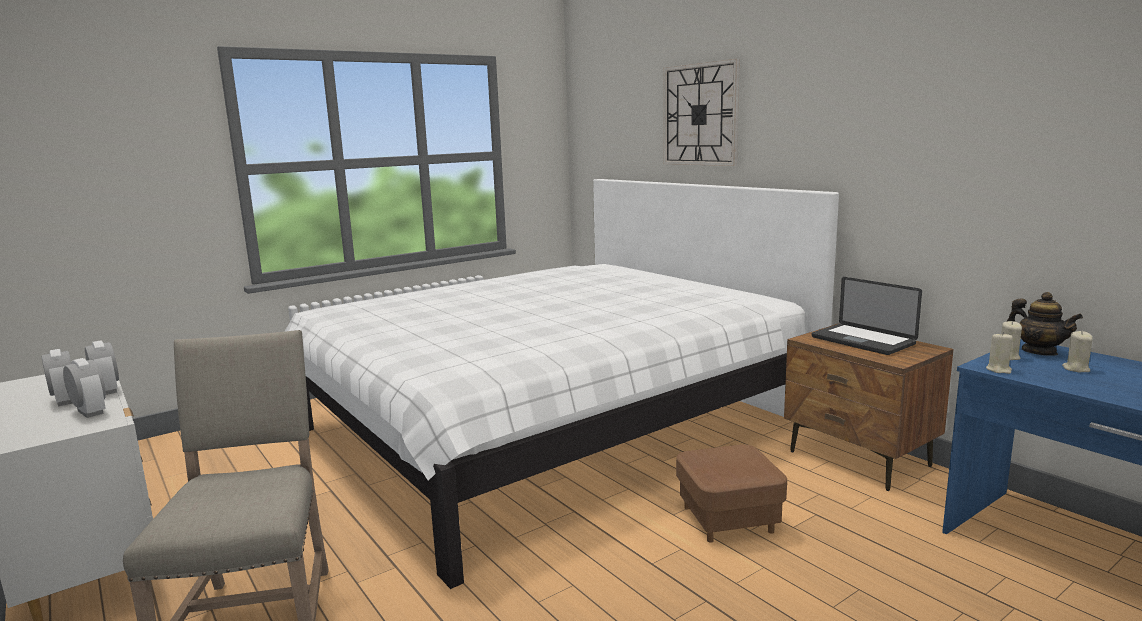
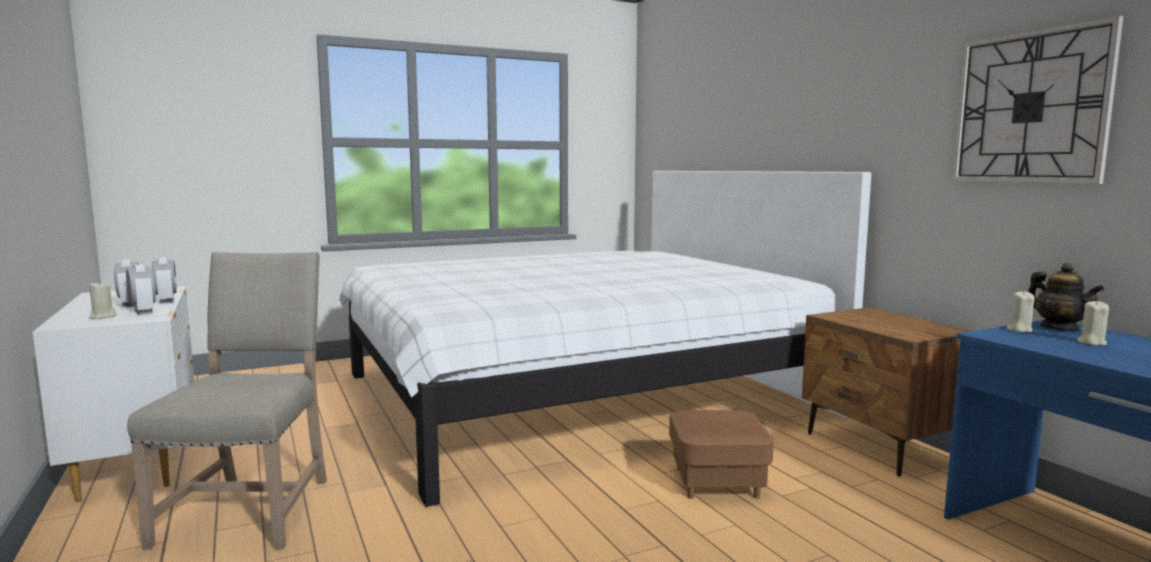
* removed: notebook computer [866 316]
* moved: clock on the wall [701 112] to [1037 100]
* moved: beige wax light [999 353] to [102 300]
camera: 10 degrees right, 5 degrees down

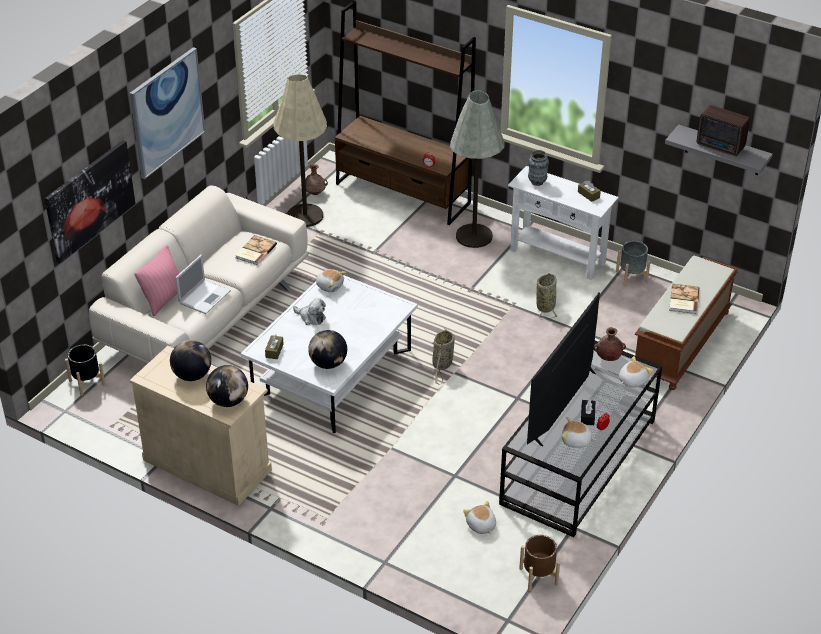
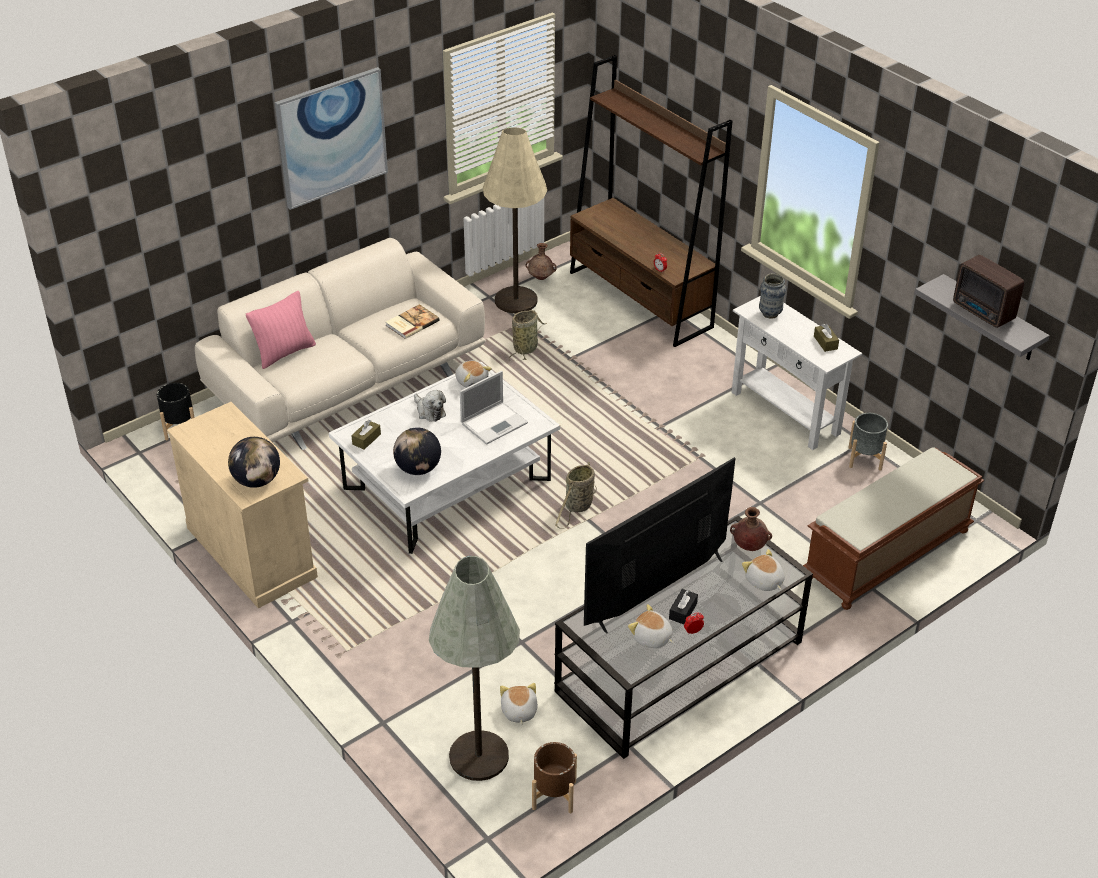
* removed: picture [90 201]
* removed: globe [190 360]
* removed: volume [684 299]
* moved: notebook computer [203 284] to [494 408]
* moved: grey standing lamp [477 169] to [474 668]
* moved: storage basket [546 296] to [528 335]
* turned: soft toy [636 371] = [763 570] 105 degrees counterclockwise
camera: 20 degrees right, 0 degrees up

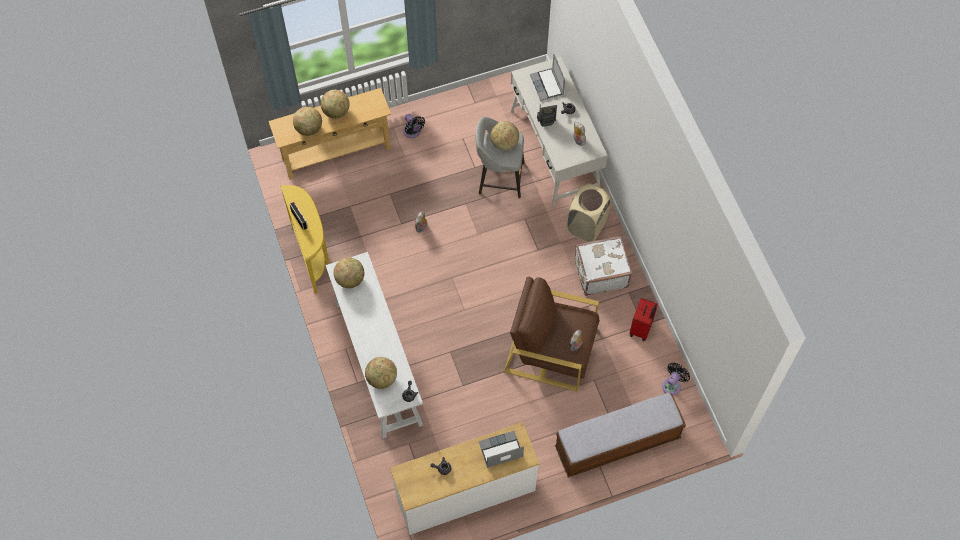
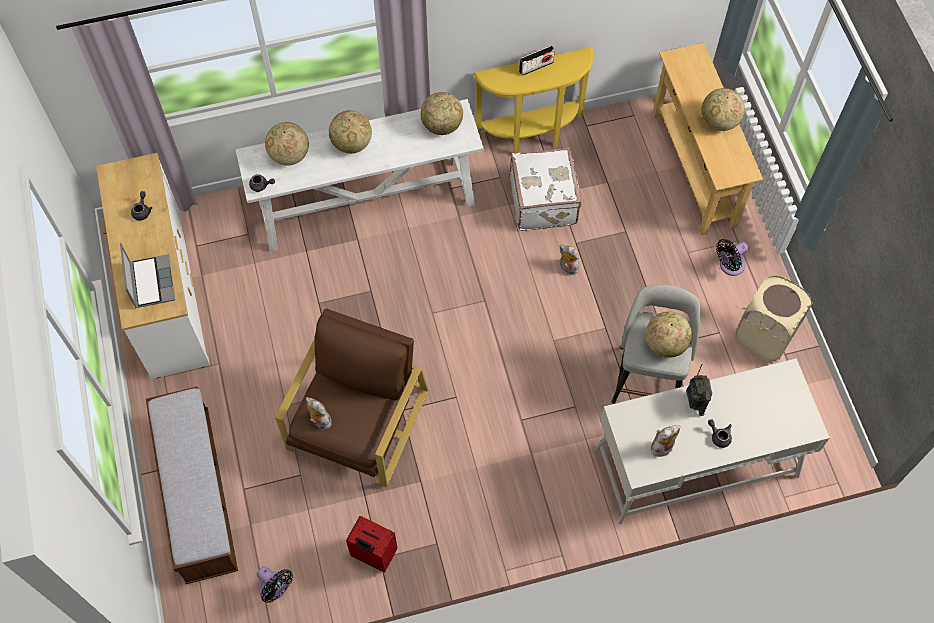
* removed: notebook computer [547 77]
* moved: globe [307 121] to [350 132]
* moved: beige laundry basket [588 212] to [774 318]
* moved: white-coloured travel case [603 266] to [546 189]
camera: 95 degrees right, 0 degrees up

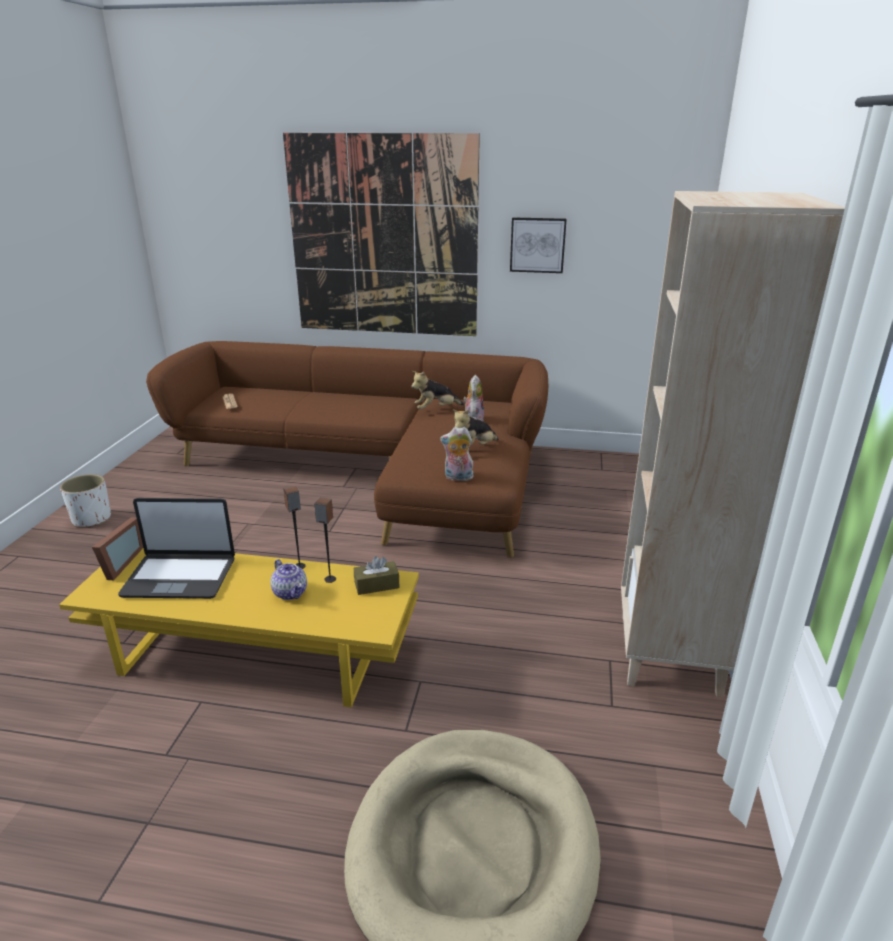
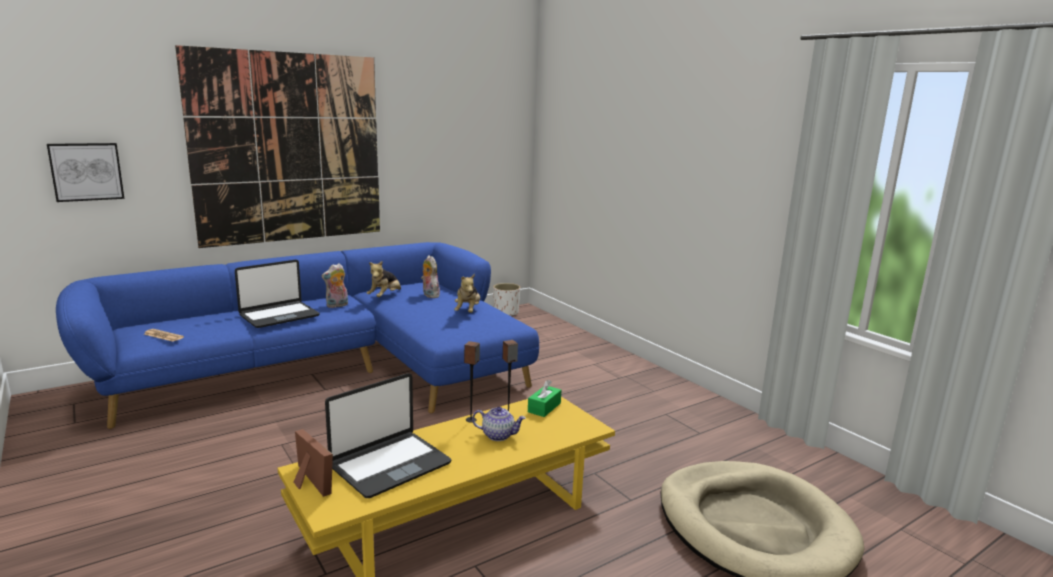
* removed: beige bookcase [733 444]
* added: notebook computer [277 294]
* moved: white-coloured flower pot [85 500] to [506 299]
* moved: soft toy [456 454] to [334 285]
* moved: picture [538 245] to [86 172]
* recoloured: brown couch [347 449] to bluish couch [297 335]
* recoloured: brown box of tissues [377 575] to green box of tissues [545 398]
camera: 45 degrees left, 10 degrees down

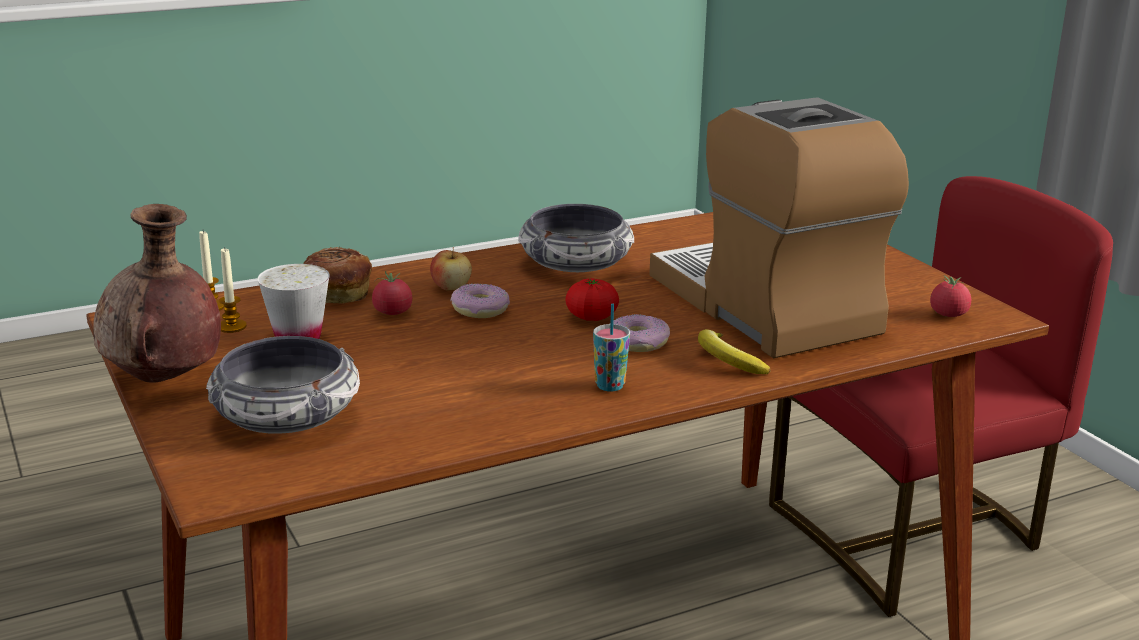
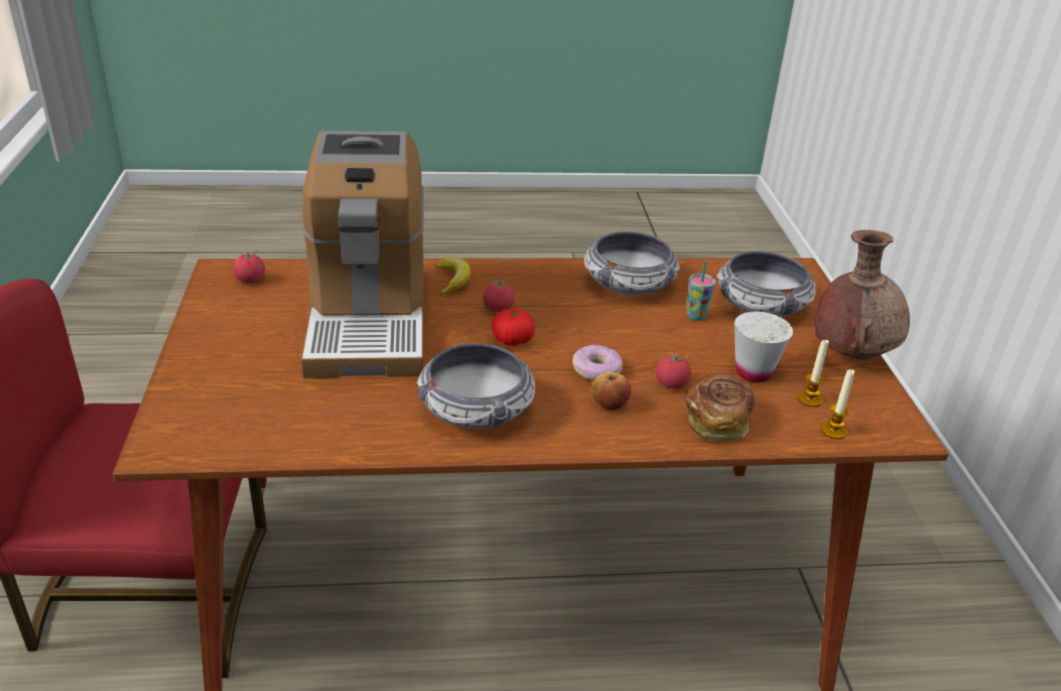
* added: bowl [632 263]
* moved: cup [611 347] to [701 291]
* replaced: ring doughnut [640 333] to tomato [499 295]
camera: 160 degrees left, 10 degrees up

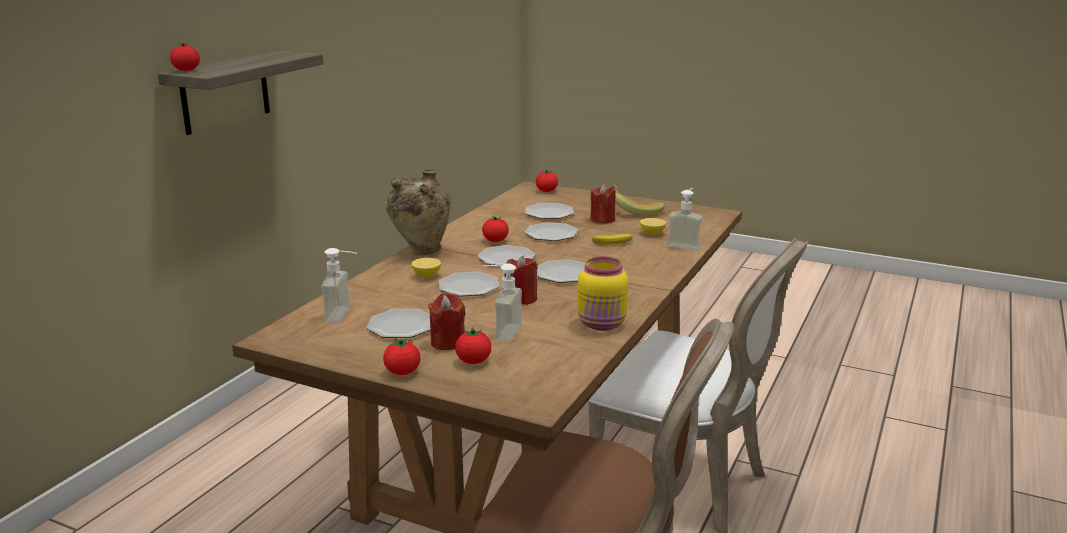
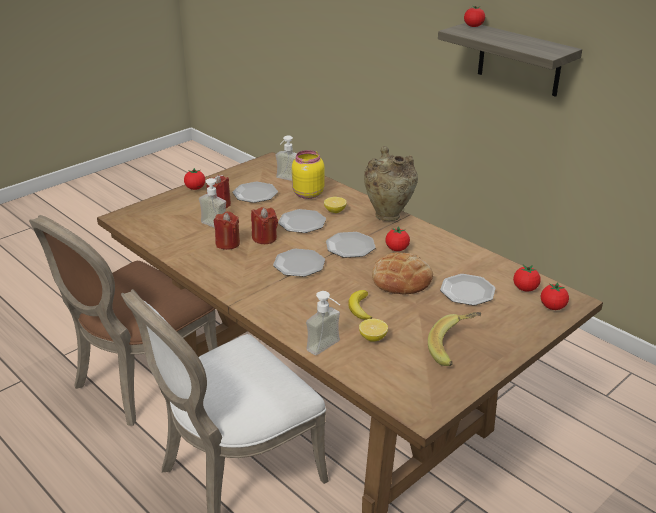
* moved: tomato [473 345] to [527 278]
* moved: yellow-coloured preserve jar [602 294] to [308 174]
* moved: red-coloured wax light [602 203] to [227 230]
* replaced: dinner plate [551 231] to bread [402 273]
camera: 110 degrees right, 10 degrees up

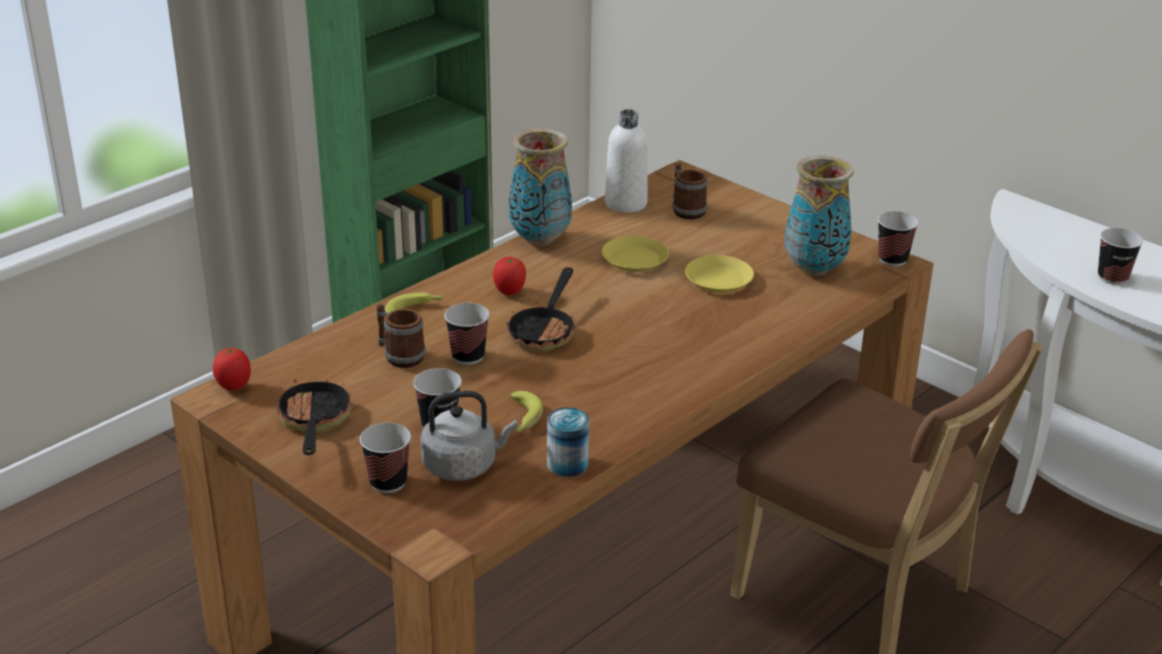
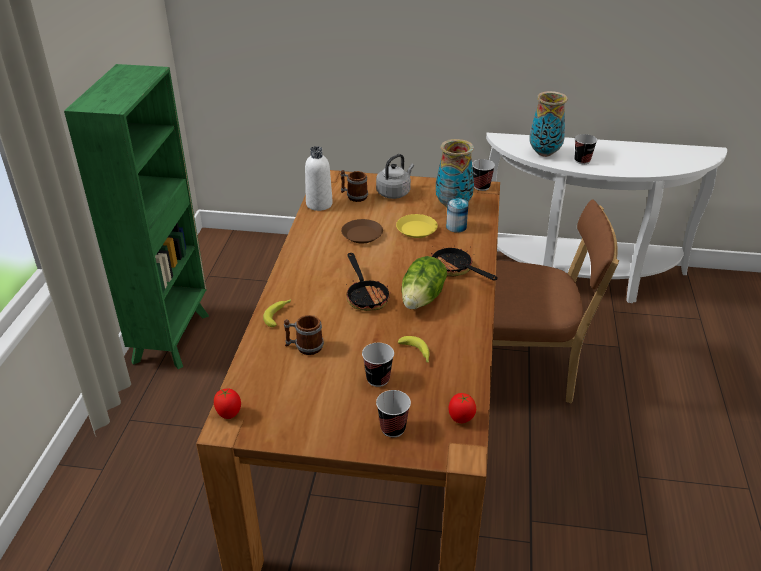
* removed: cup [467 334]
* added: head of lettuce [424 282]
* moved: frying pan [313 417] to [464 264]
* moved: grey tea kettle [469 436] to [395 176]
* moved: tomato [509 276] to [462 408]
* moved: vase [540 187] to [548 124]
* moved: can [568 442] to [457 215]
* recoloured: yellow-coloured dinner plate [635 254] to brown dinner plate [362 231]
camera: 35 degrees left, 5 degrees up

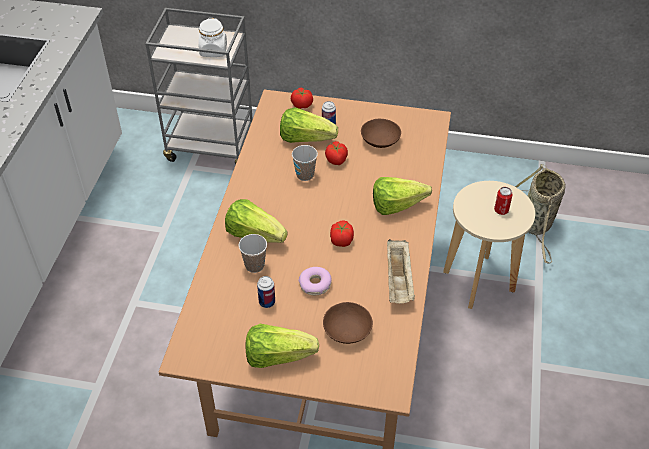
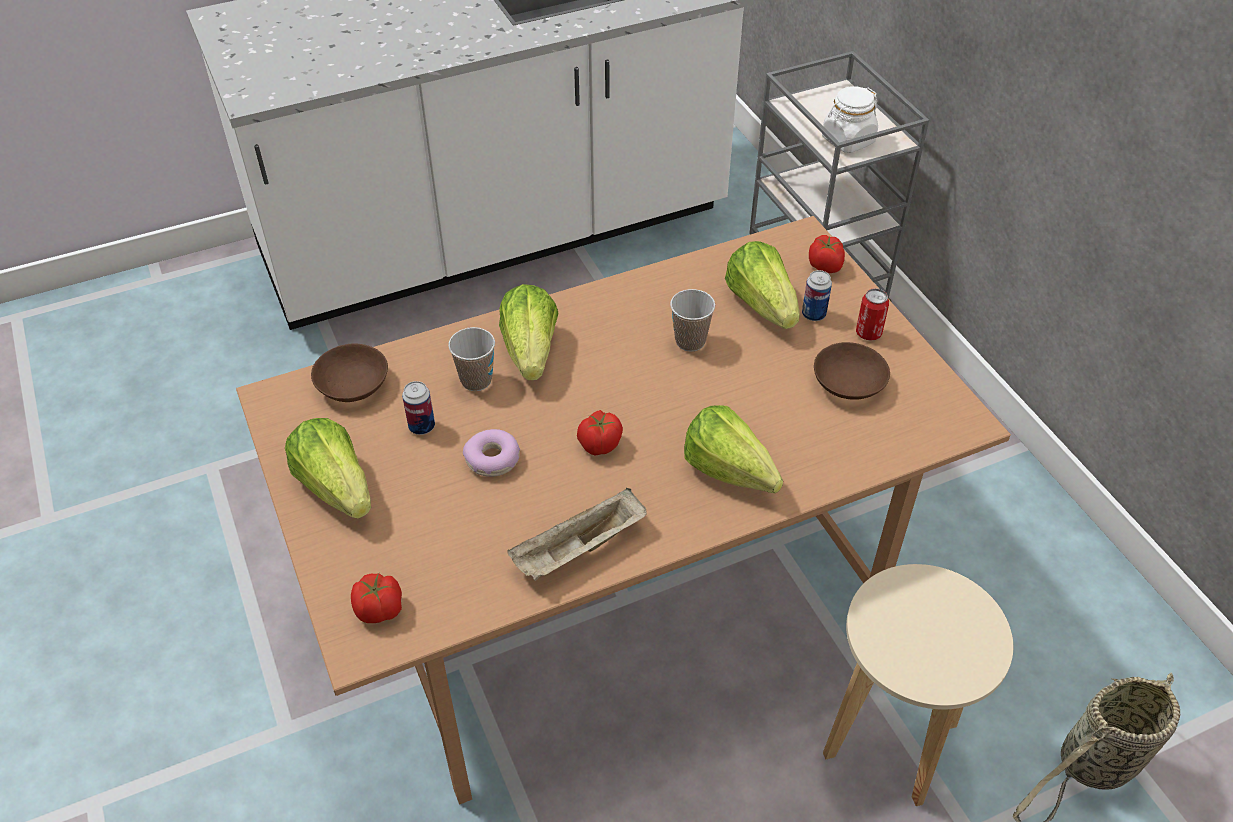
* moved: brown bowl [348 323] to [349 372]
* moved: tomato [336 153] to [376 598]
* moved: can [503 201] to [872 314]
camera: 55 degrees right, 0 degrees up

